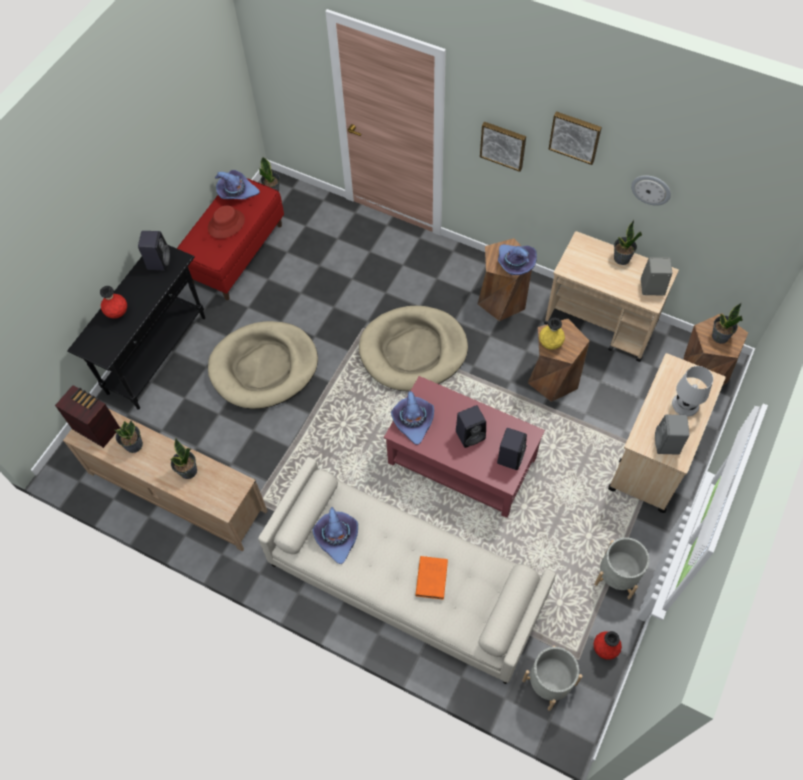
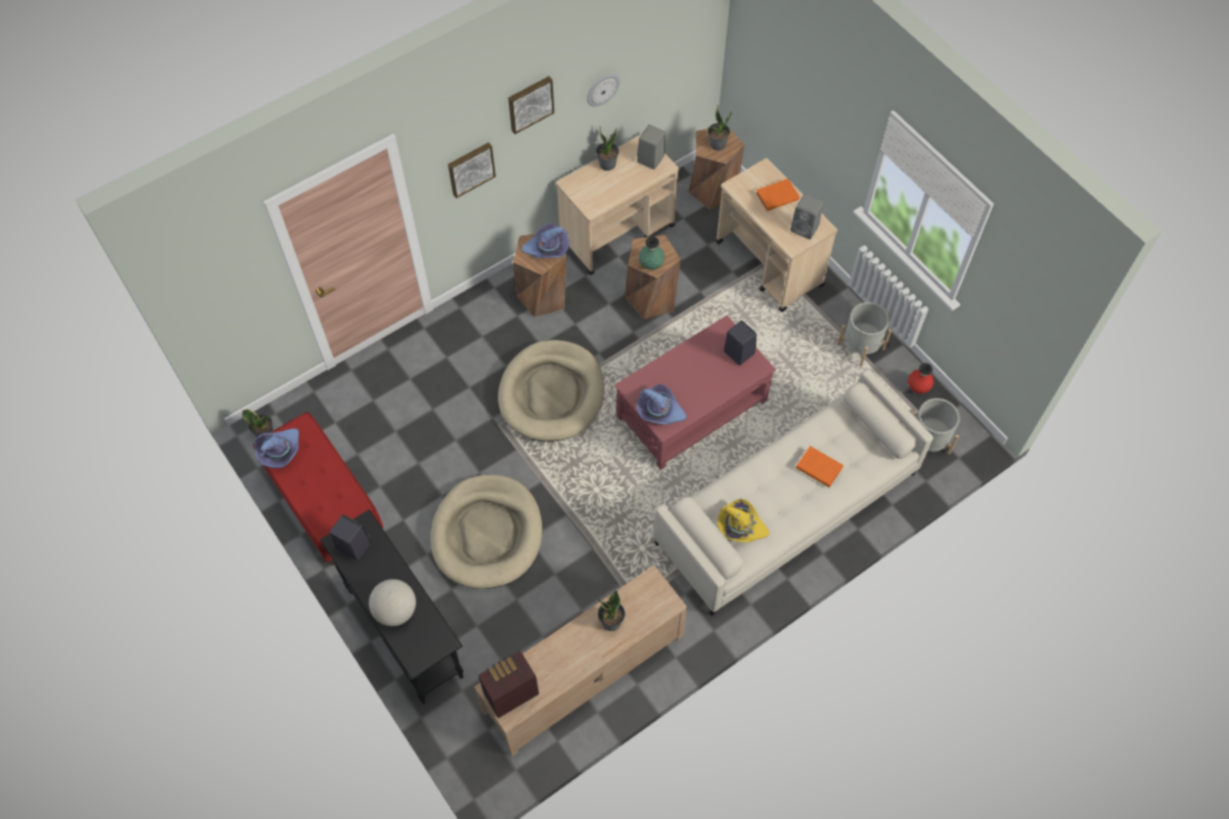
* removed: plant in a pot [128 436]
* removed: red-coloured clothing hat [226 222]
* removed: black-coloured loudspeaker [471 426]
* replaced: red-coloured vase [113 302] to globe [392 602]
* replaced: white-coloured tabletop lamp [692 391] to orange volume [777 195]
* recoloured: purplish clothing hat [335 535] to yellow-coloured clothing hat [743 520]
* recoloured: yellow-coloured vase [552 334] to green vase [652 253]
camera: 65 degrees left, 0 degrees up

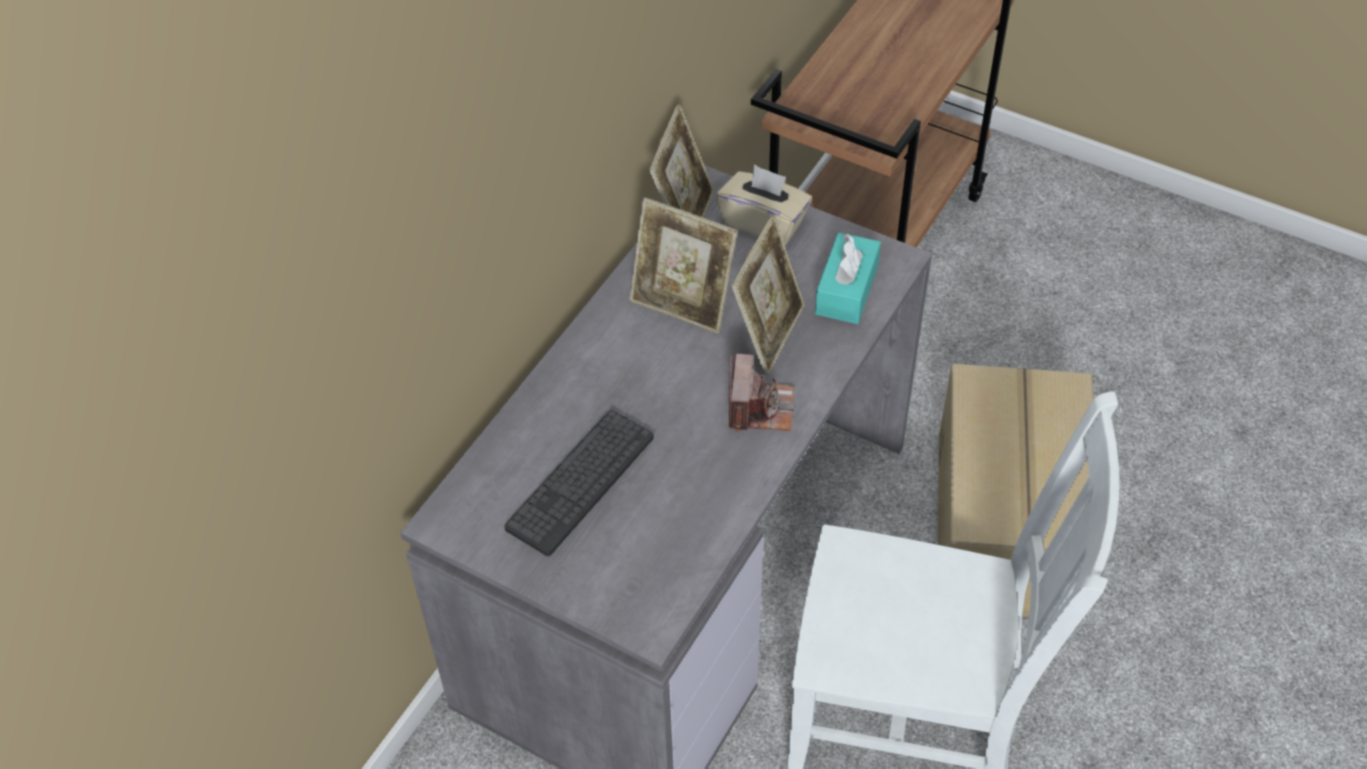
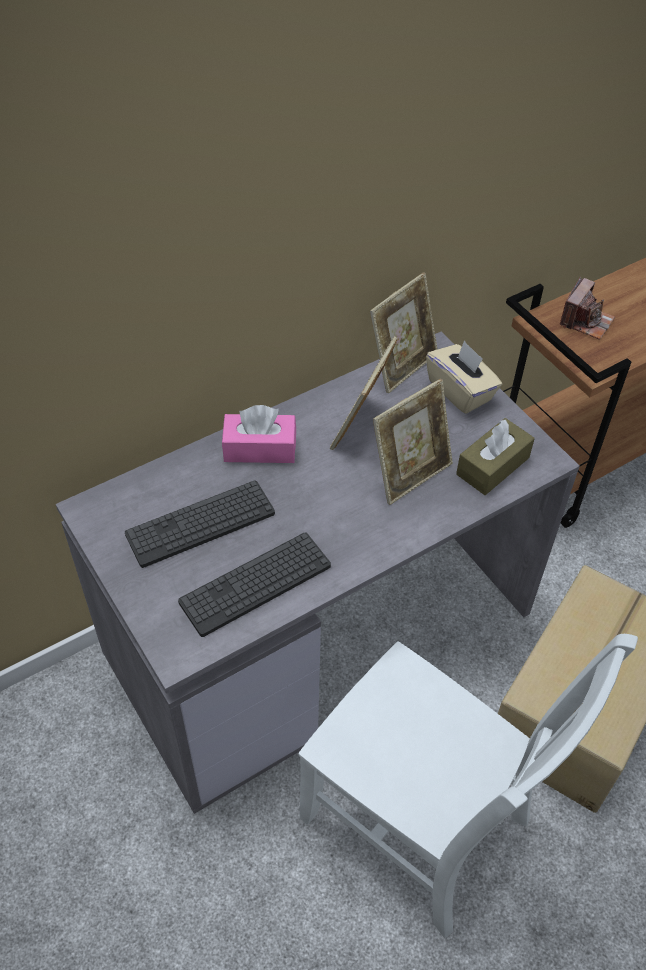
* added: computer keyboard [254 584]
* added: pinkish box of tissues [259 434]
* moved: photo camera [761 393] to [587 308]
* recoloured: turquoise-coloured box of tissues [848 278] to brown box of tissues [495 456]
* turned: standing frame [683 265] = [363 393] 60 degrees clockwise
camera: 25 degrees right, 0 degrees up

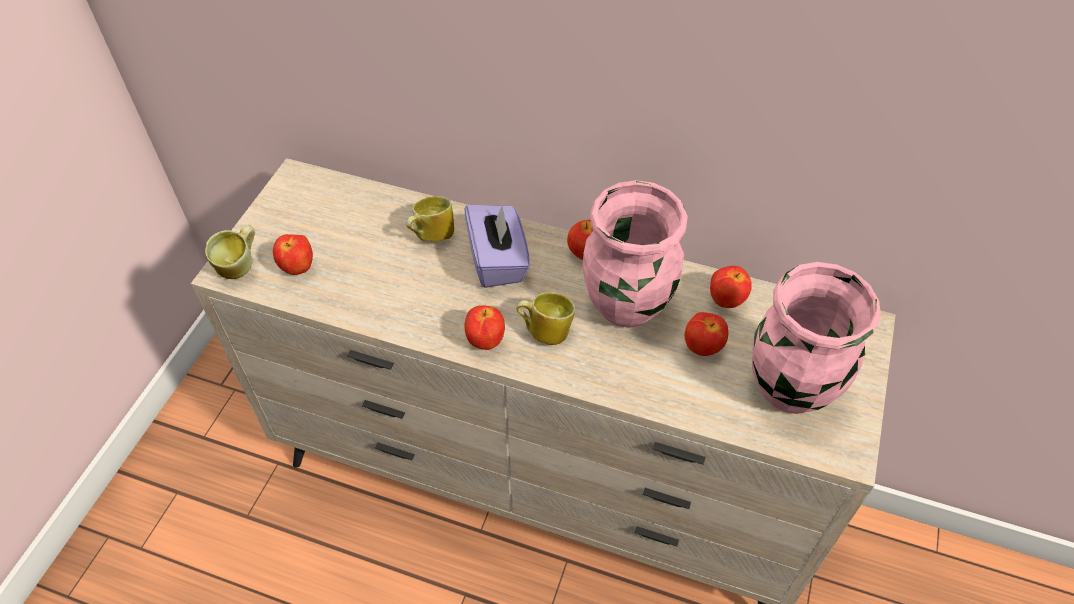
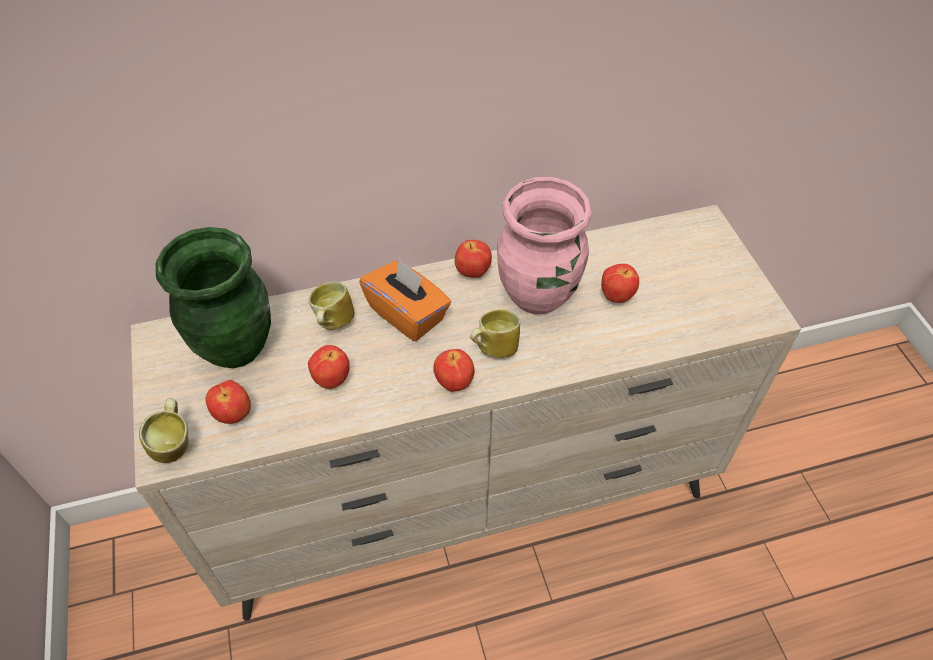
* removed: pinkish vase [816 338]
* added: green vase [213 297]
* moved: whole apple [730 287] to [329 367]
* recoloured: purplish box of tissues [497 246] to orange box of tissues [405 300]
camera: 35 degrees left, 0 degrees up

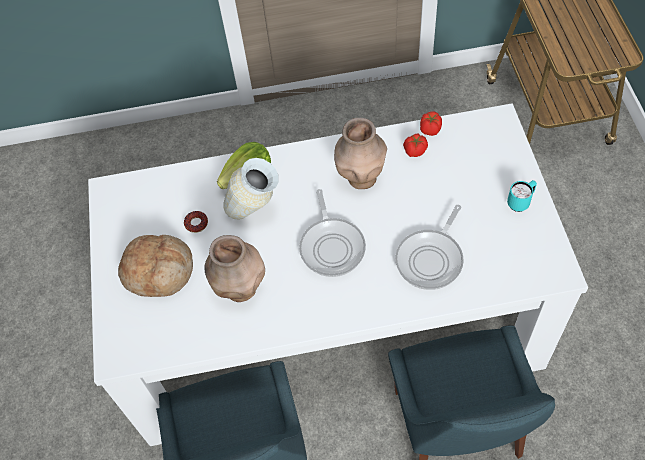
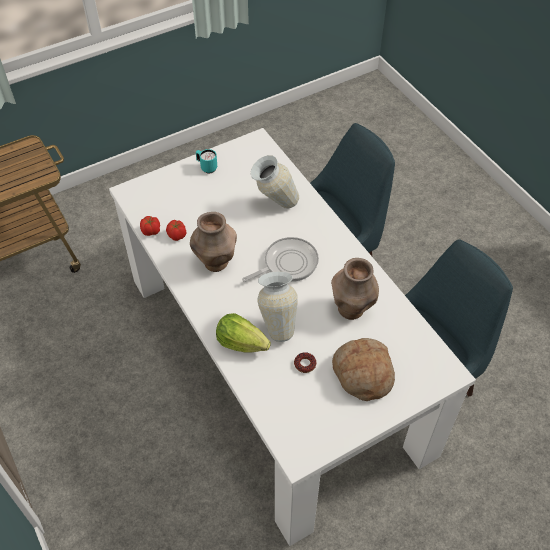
* replaced: frying pan [430 247] to vase [275 182]
camera: 115 degrees left, 5 degrees down

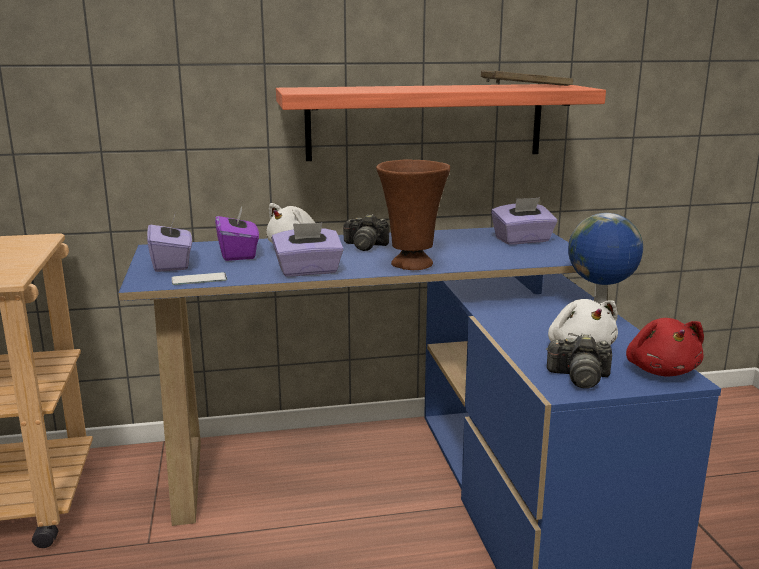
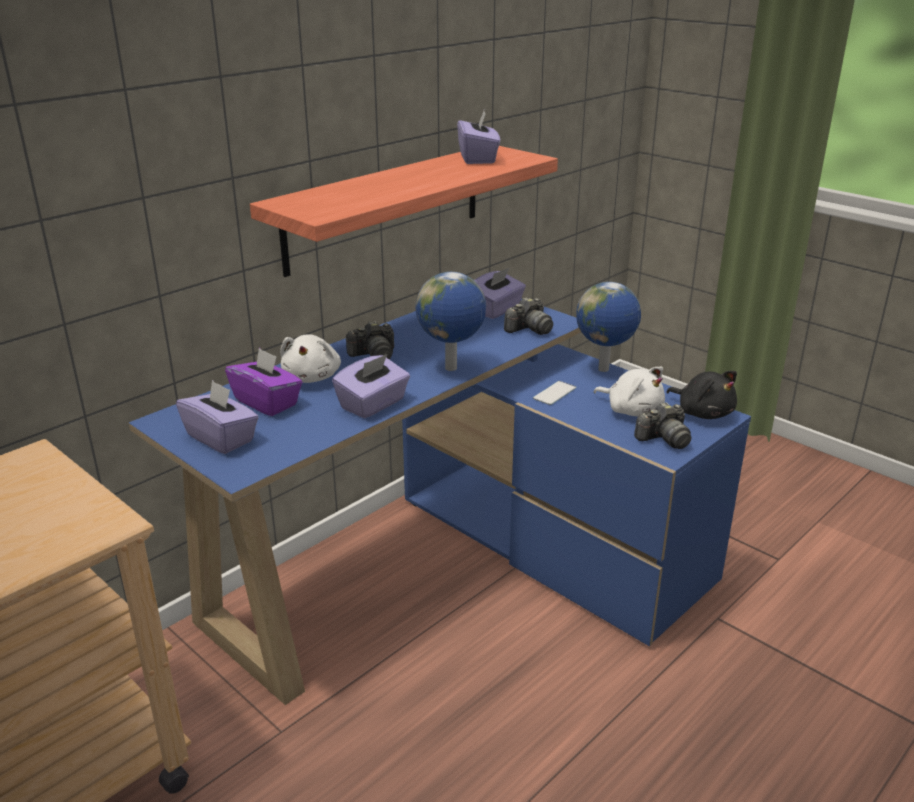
* added: photo camera [528 316]
* moved: telephone [199 278] to [555 393]
* replaced: brown vase [413 214] to globe [451 321]
* replaced: brown tray [527 78] to purplish box of tissues [478 137]
* recoloured: red-coloured soft toy [665 347] to black-coloured soft toy [701 395]
camera: 35 degrees left, 10 degrees up

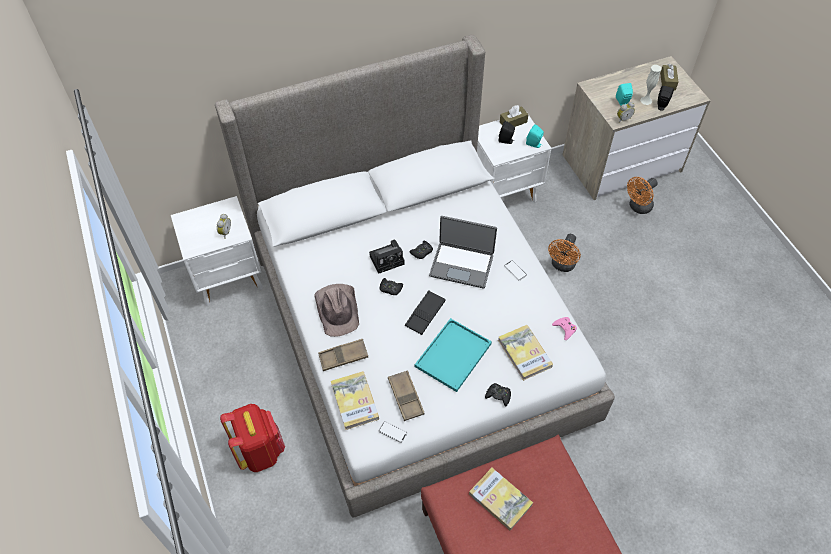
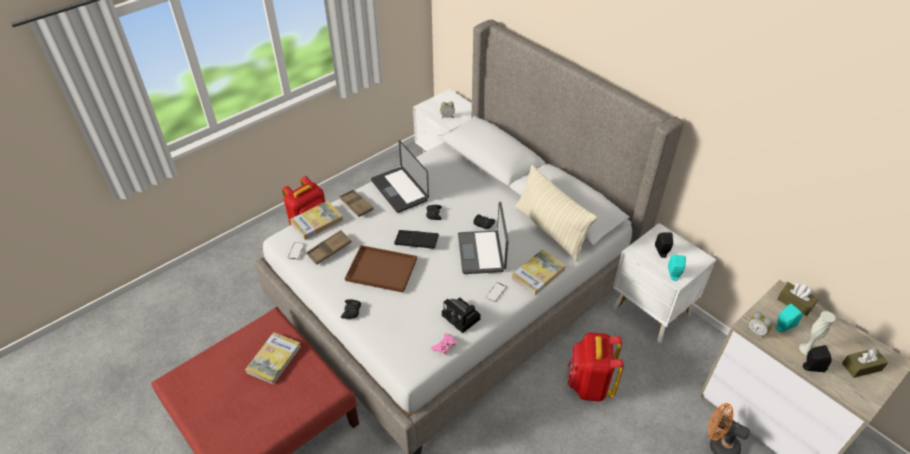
* added: beige pillow [556 213]
* moved: photo camera [387 257] to [461 315]
* moved: volume [525 353] to [538 272]
* moved: brown box of tissues [514 116] to [797 299]
* replaced: brown clothing hat [337 310] to notebook computer [400 176]
* replaced: orange electric fan [564 253] to red-coloured knapsack [596 367]
* recoloured: turquoise-coloured tray [453 355] to brown tray [381 269]
camera: 70 degrees right, 10 degrees down

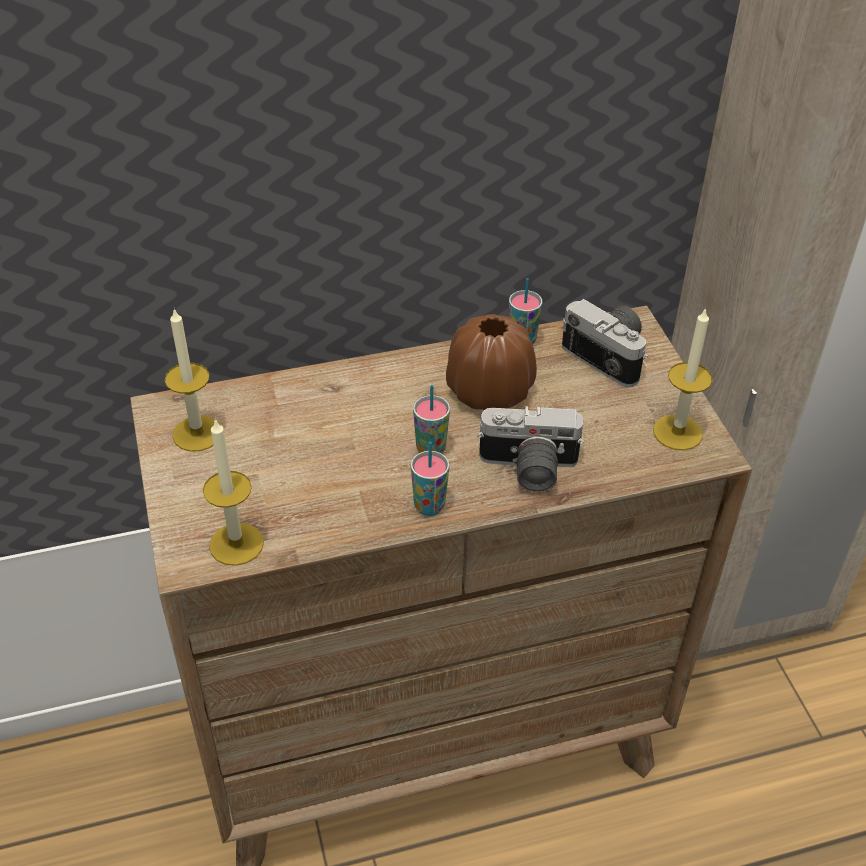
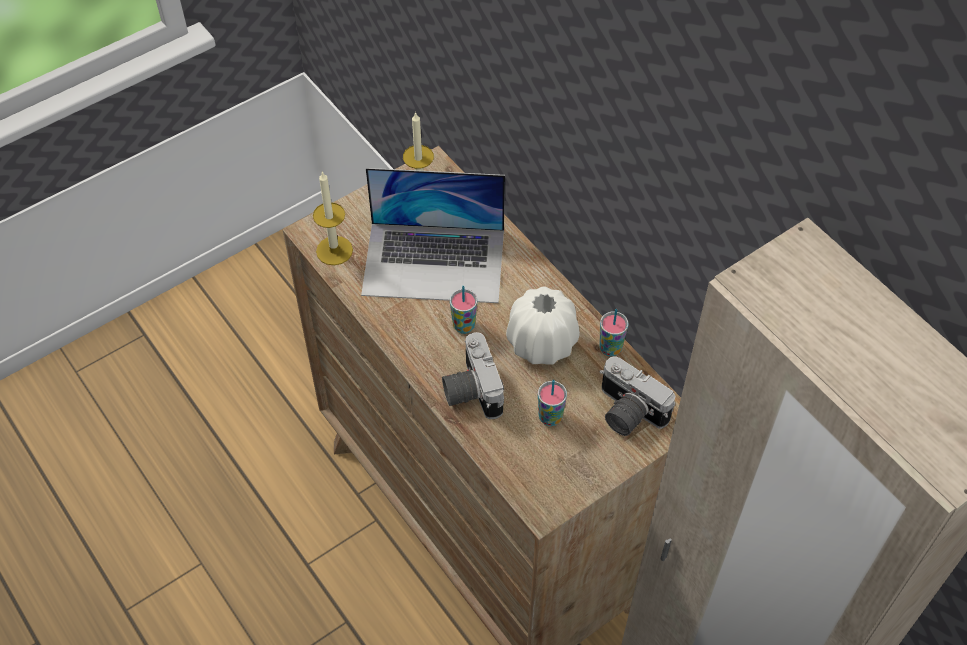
* removed: wax light [682 378]
* added: notebook computer [433 235]
* moved: cup [430 478] to [552 403]
* recoloured: brown vase [491 362] to white-coloured vase [543 325]
* turned: photo camera [605 343] = [637 396] 105 degrees clockwise
camera: 70 degrees right, 10 degrees up

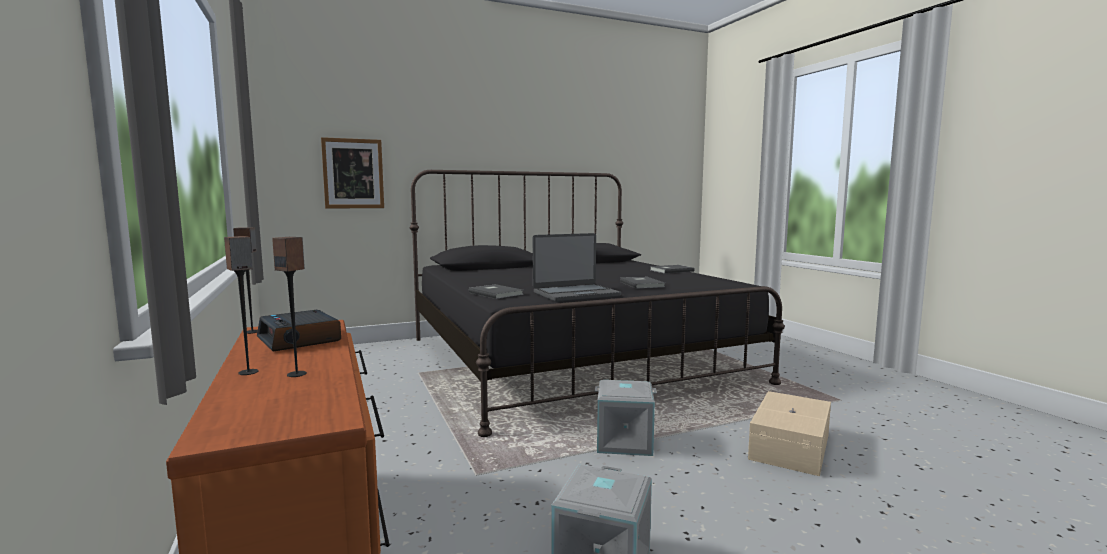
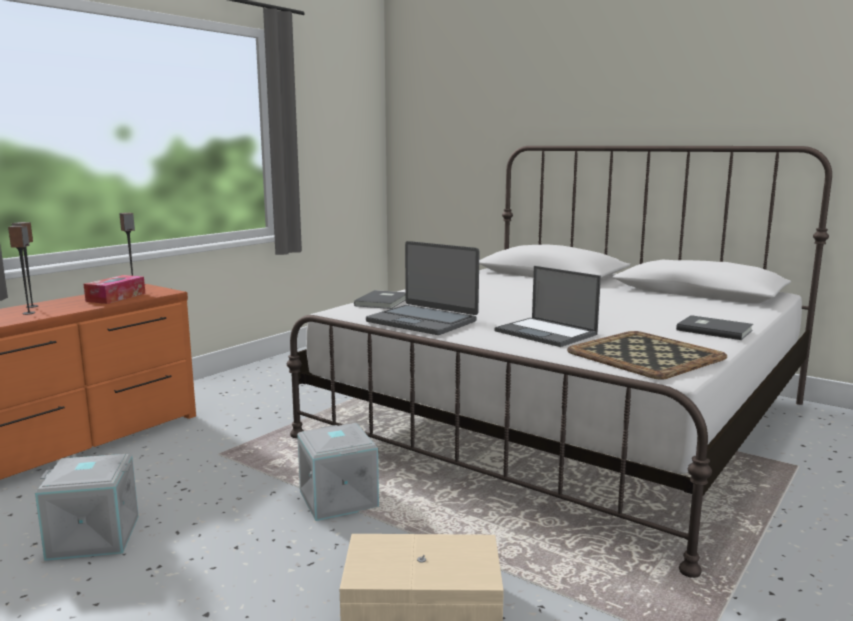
* removed: picture [352 173]
* added: tray [647 355]
* replaced: table clock [299 331] to box of tissues [115 289]
* replaced: grey volume [643 283] to notebook computer [548 306]
* recoloured: black-coloured sleeping bed [597 303] to white-coloured sleeping bed [559 362]
camera: 60 degrees right, 5 degrees up

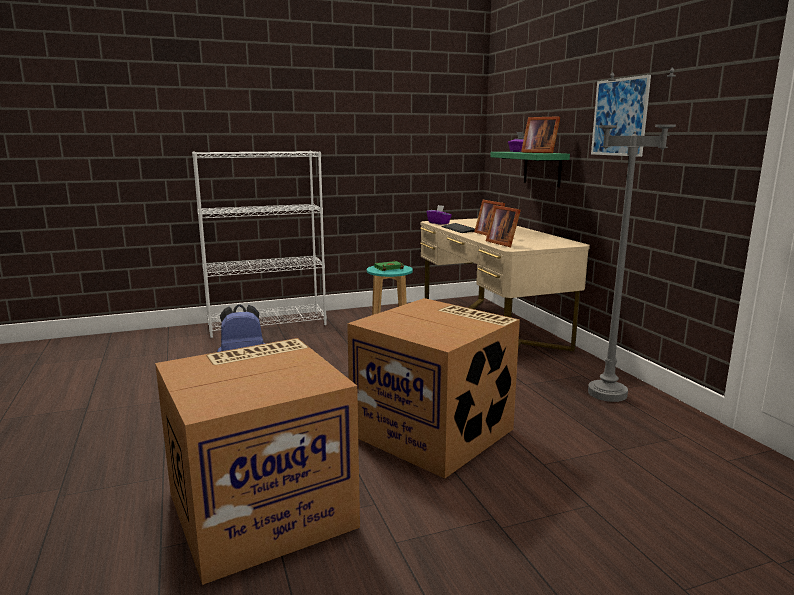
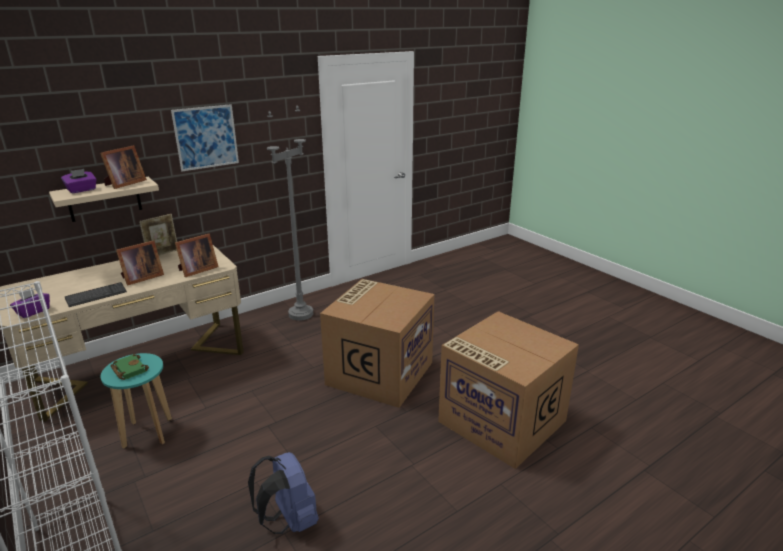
* added: standing frame [158 235]
* recoloured: green wall shelf [530 169] to beige wall shelf [104 199]
camera: 105 degrees left, 10 degrees up

